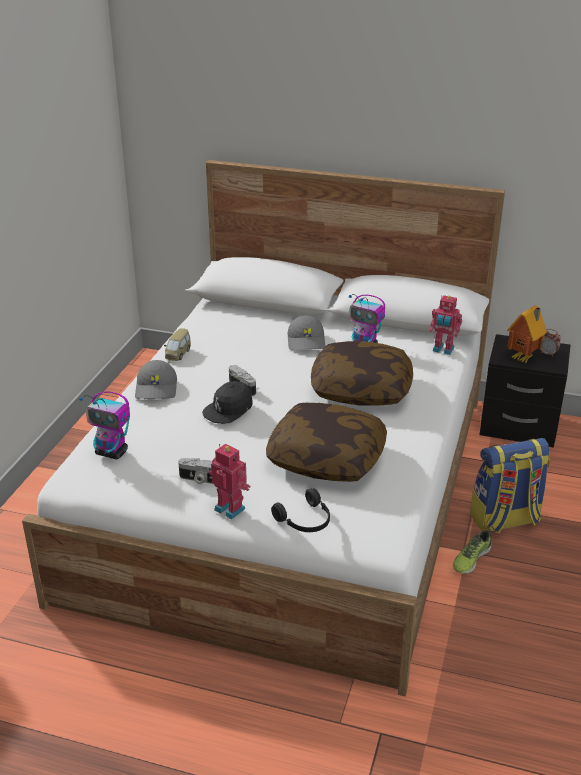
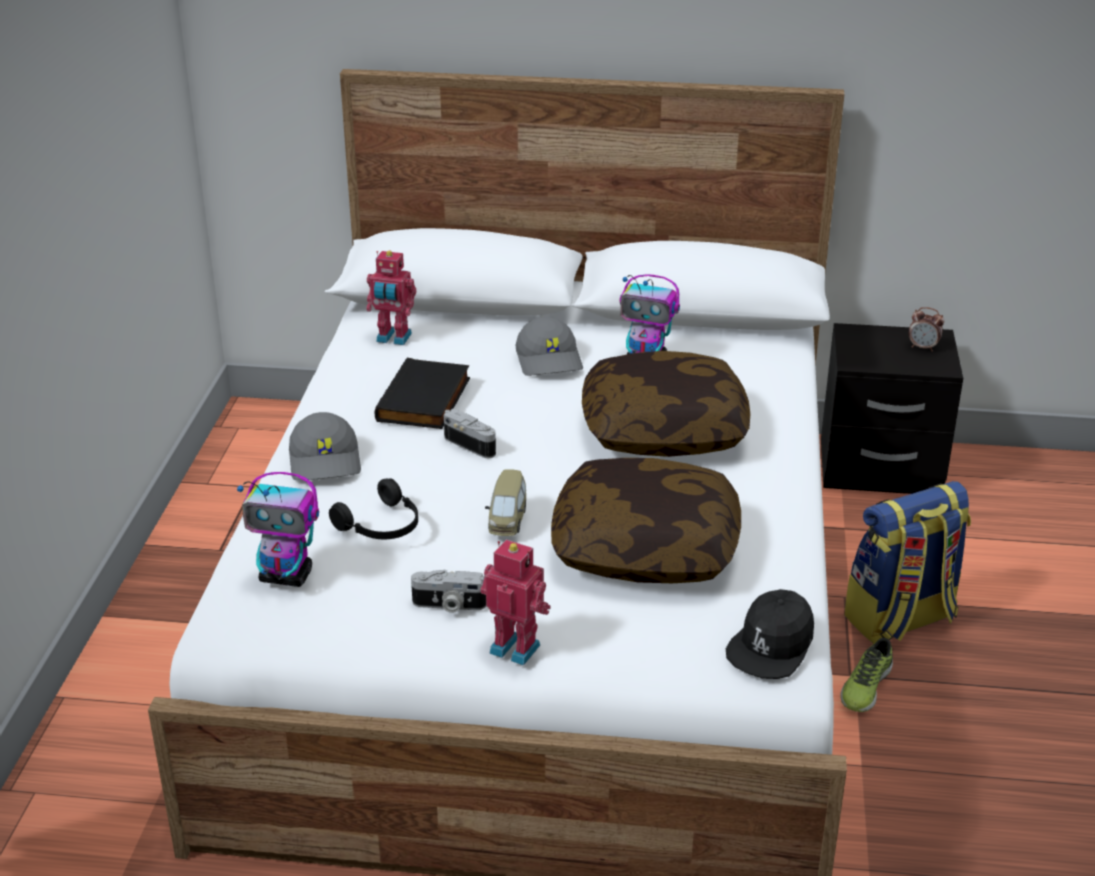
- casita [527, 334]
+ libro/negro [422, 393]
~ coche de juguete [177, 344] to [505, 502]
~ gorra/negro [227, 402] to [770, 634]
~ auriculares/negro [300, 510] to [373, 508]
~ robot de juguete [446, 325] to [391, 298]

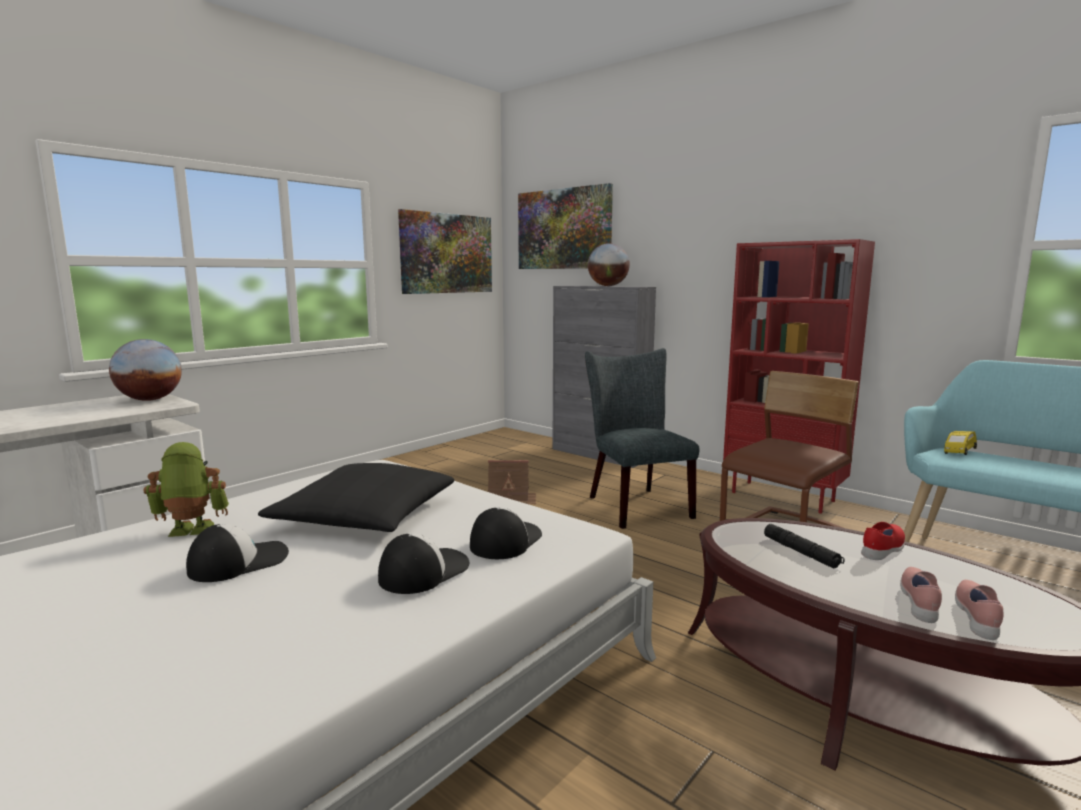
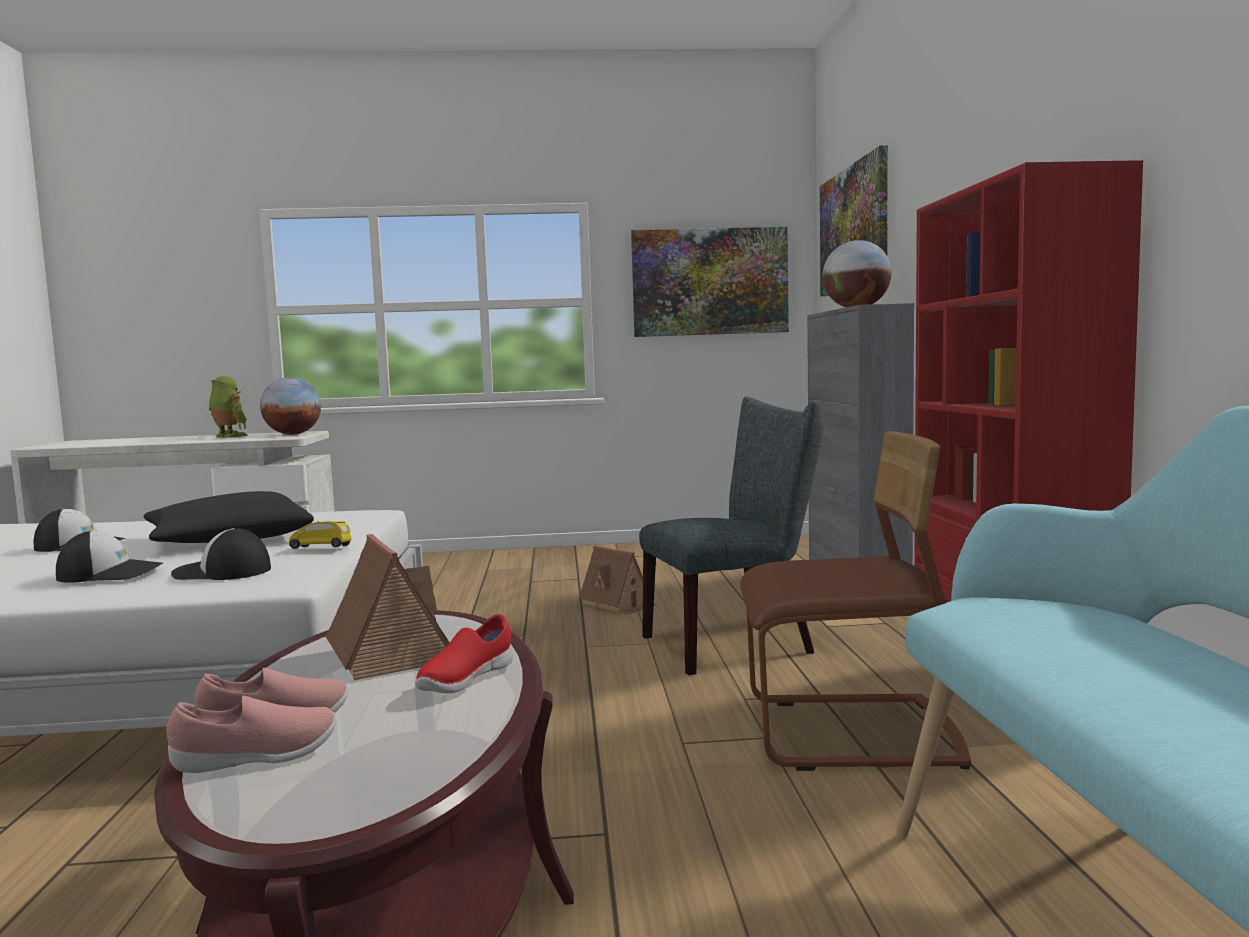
~ robot de juguete [186, 489] to [228, 407]
~ coche de juguete/amarillo [960, 443] to [320, 534]
~ linterna/negro [804, 546] to casita [388, 607]
~ gorra [506, 533] = [221, 554] 150 degrees counterclockwise
~ silla/gris [642, 438] = [731, 535] 45 degrees clockwise
~ zapato/rojo [883, 541] = [464, 653] 120 degrees clockwise

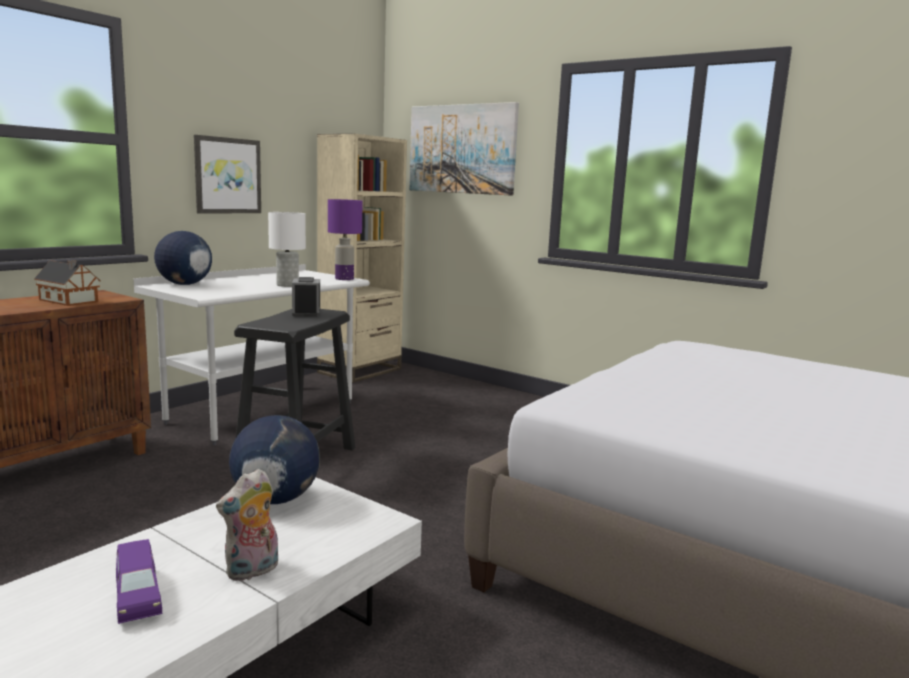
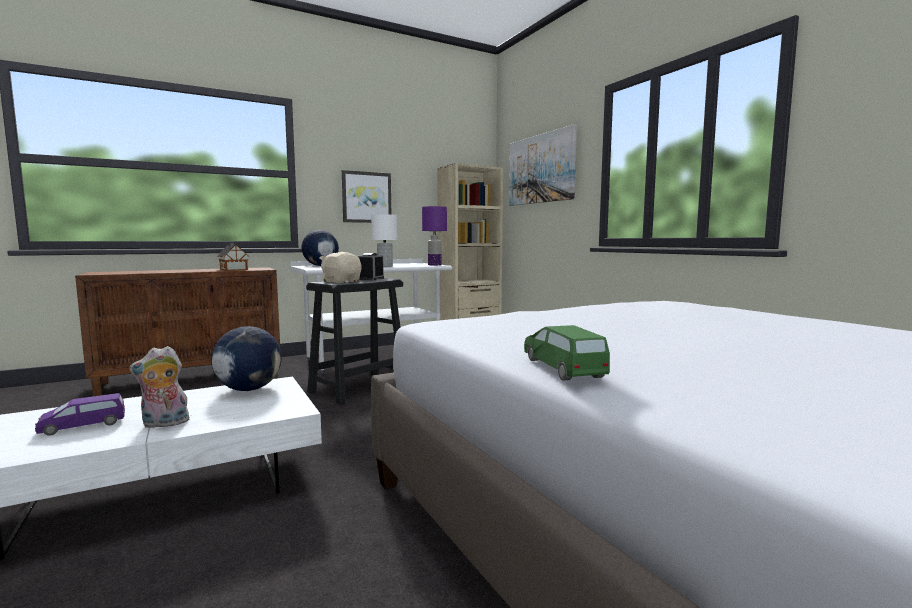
+ peluche/beis [340, 267]
+ coche de juguete/verde [567, 352]
~ coche de juguete/morado [139, 581] = [80, 414] 60 degrees clockwise

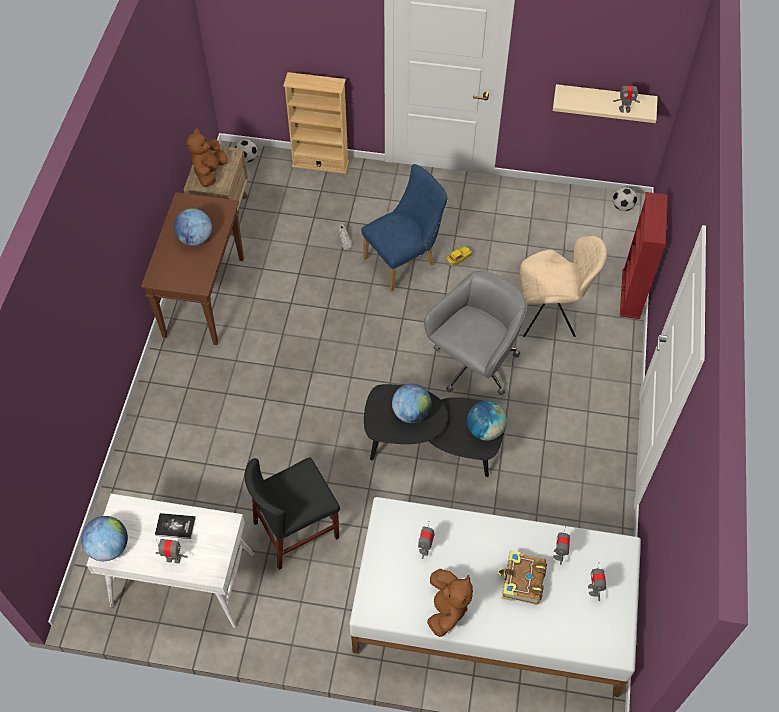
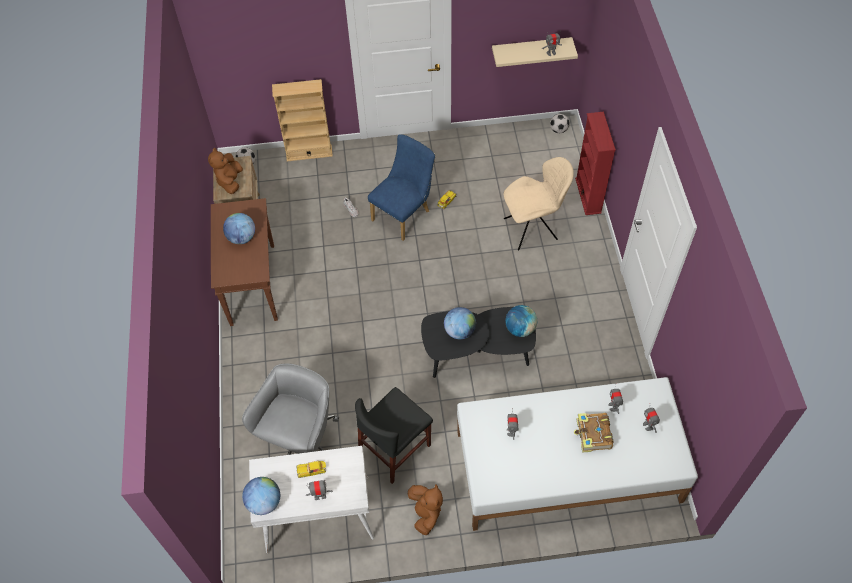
~ silla de oficina/gris [476, 332] to [290, 409]
~ peluche/marrón [450, 603] to [425, 509]
~ libro [175, 526] to coche de juguete [311, 469]

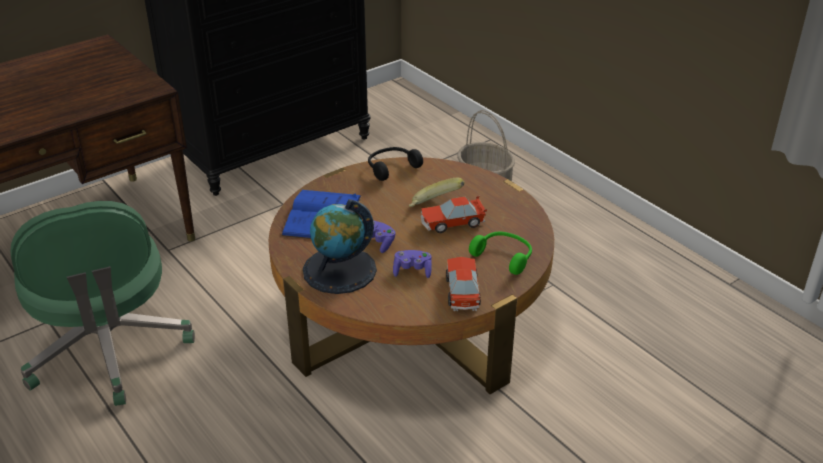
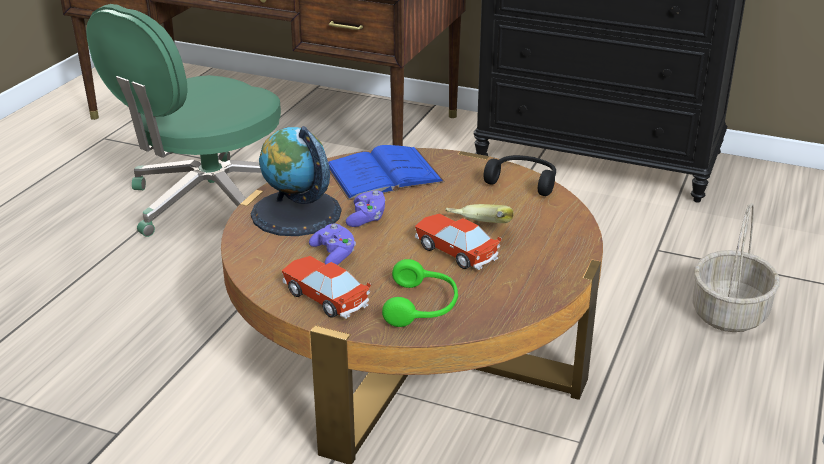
~ coche de juguete [463, 284] = [326, 287] 105 degrees counterclockwise

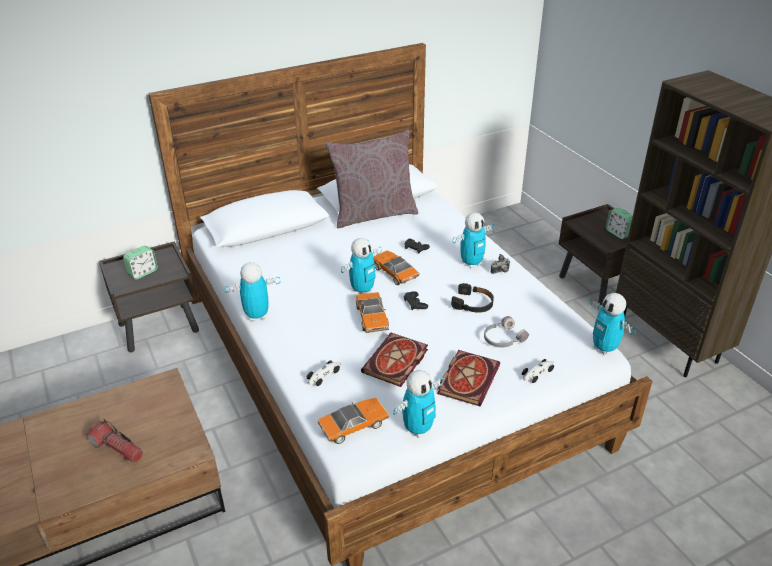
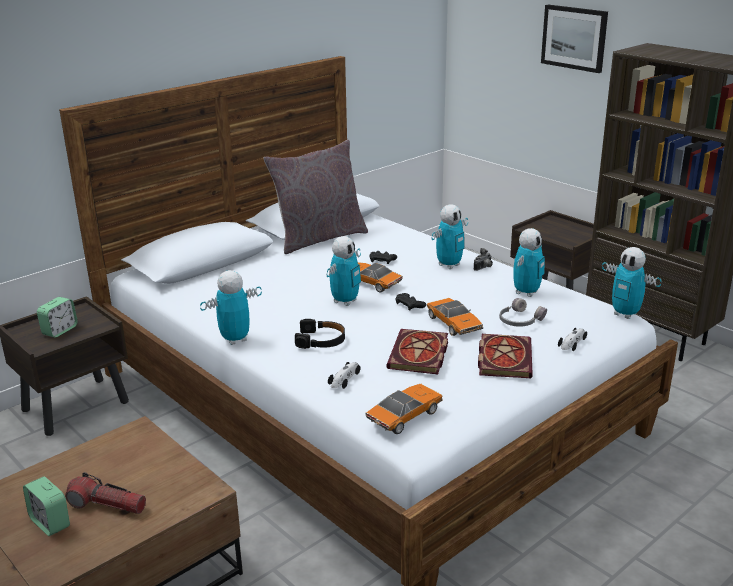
+ cuadro [574, 39]
~ coche de juguete [372, 312] to [455, 317]
~ robot de juguete [418, 404] to [529, 262]
~ auriculares/negro [472, 298] to [320, 334]
~ despertador [619, 223] to [46, 506]

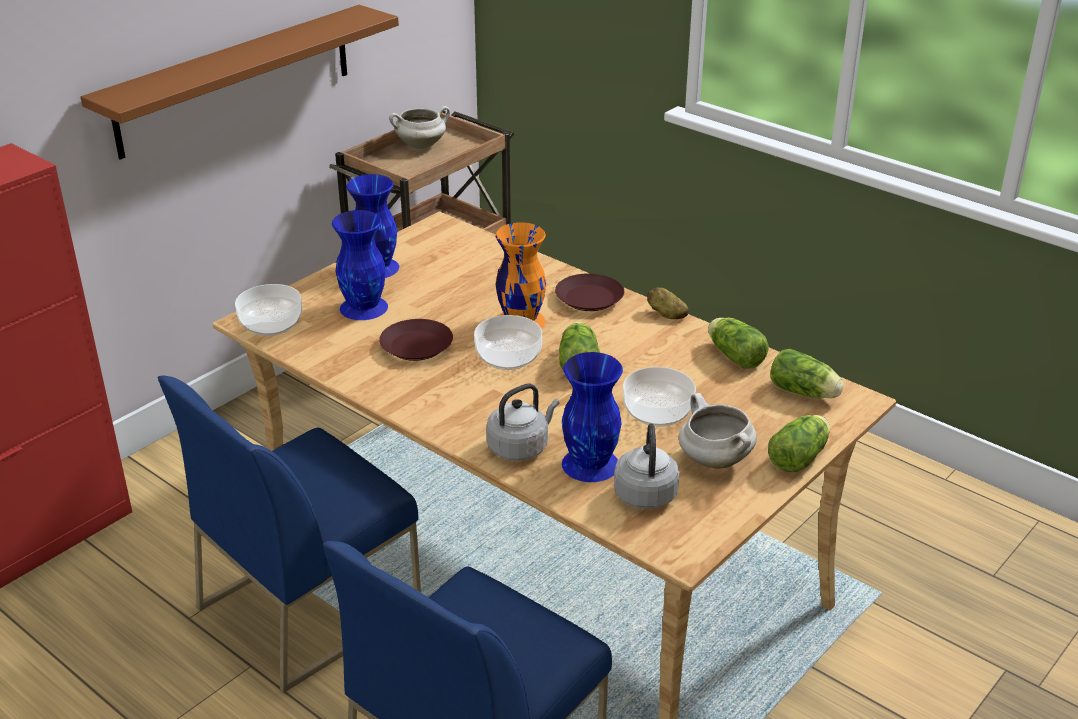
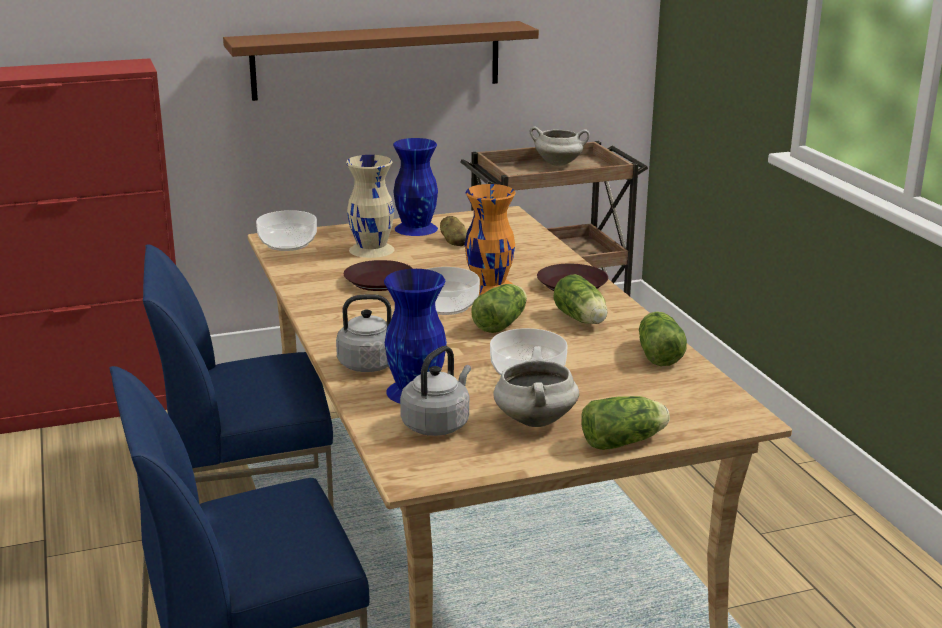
~ patata [668, 303] to [453, 231]
~ lechuga [807, 373] to [580, 299]
~ florero/azul [360, 265] to florero/beis [370, 206]

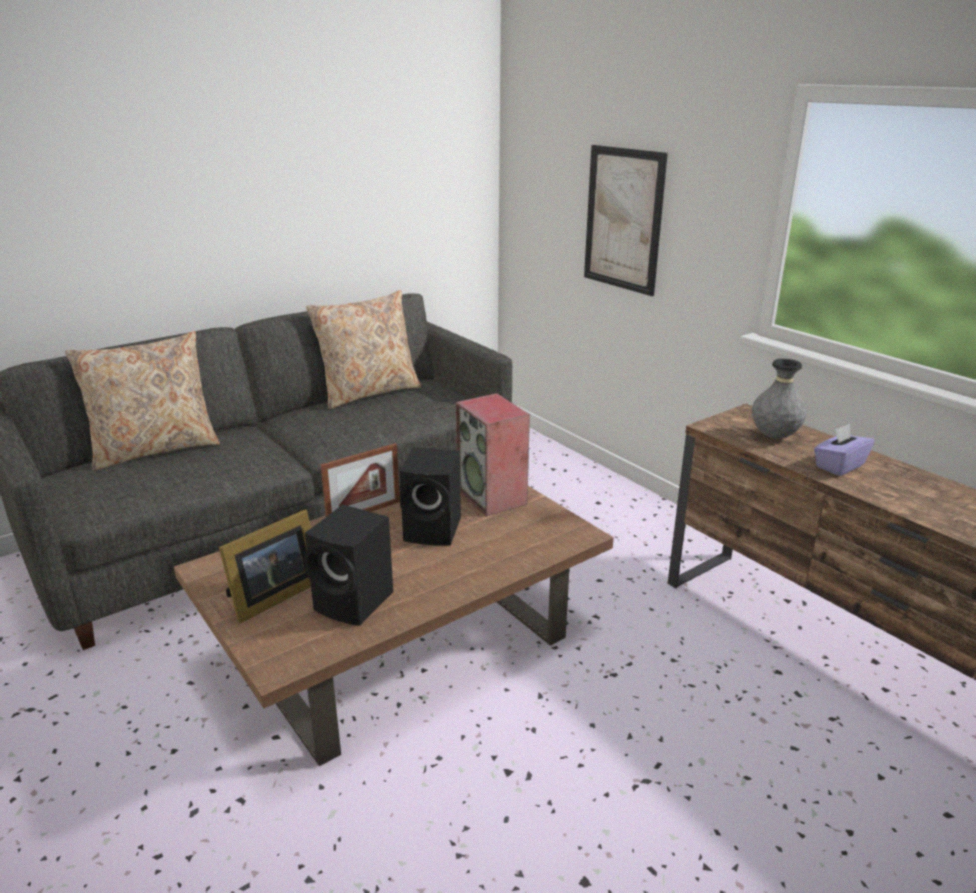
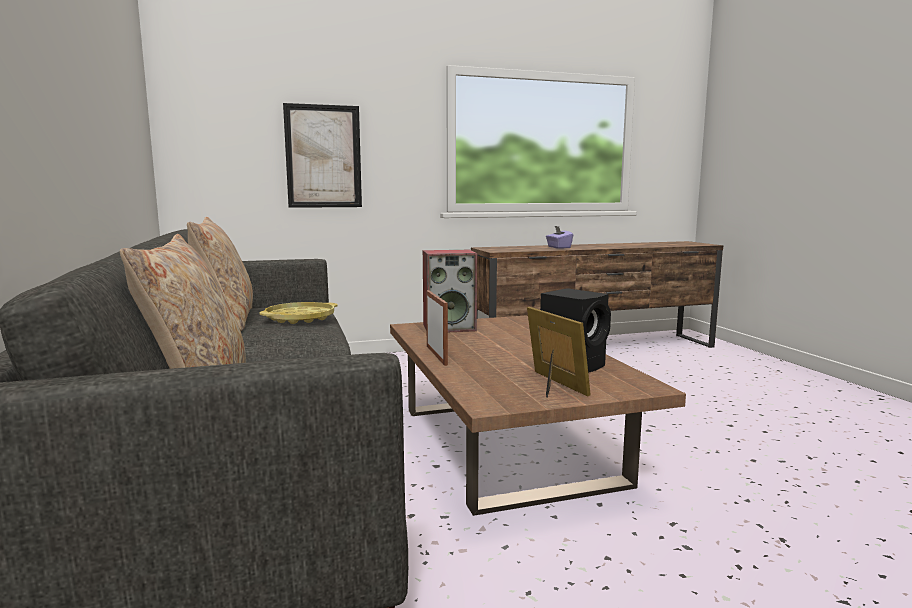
- altavoz/negro [430, 496]
- florero/gris [779, 399]
+ bandeja/amarillo [298, 313]

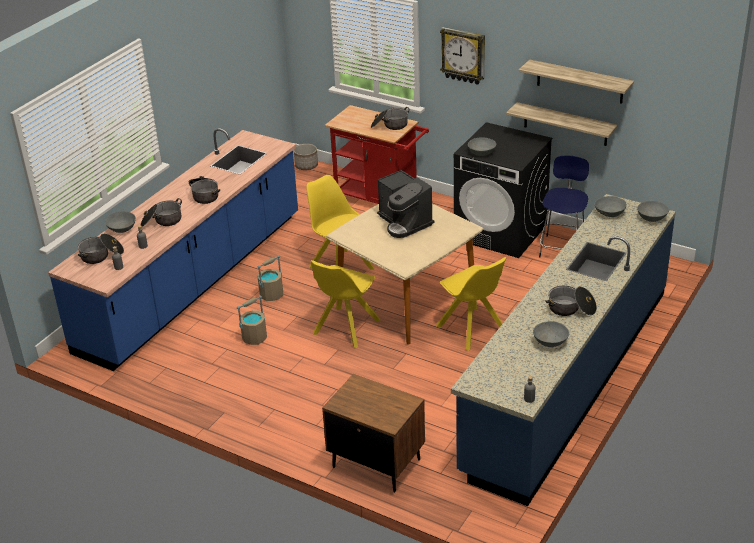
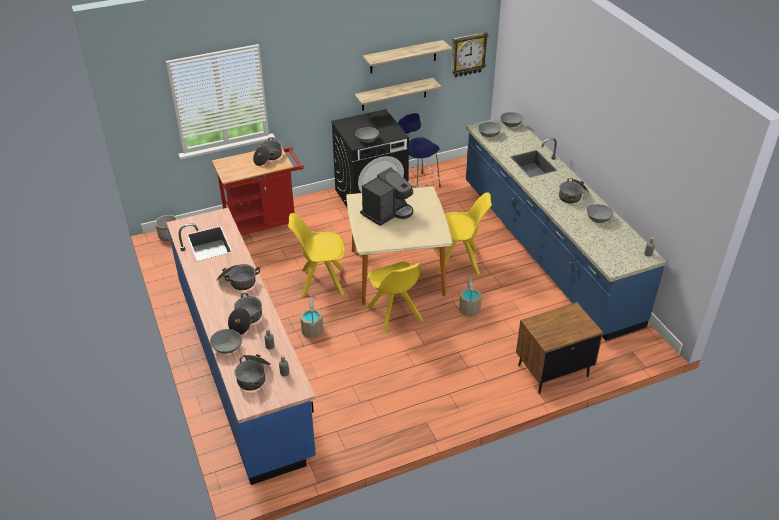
~ cubo/beis [252, 320] to [470, 295]
~ reloj de pared [462, 56] to [469, 55]
~ cafetera [405, 204] = [386, 196] 45 degrees counterclockwise

